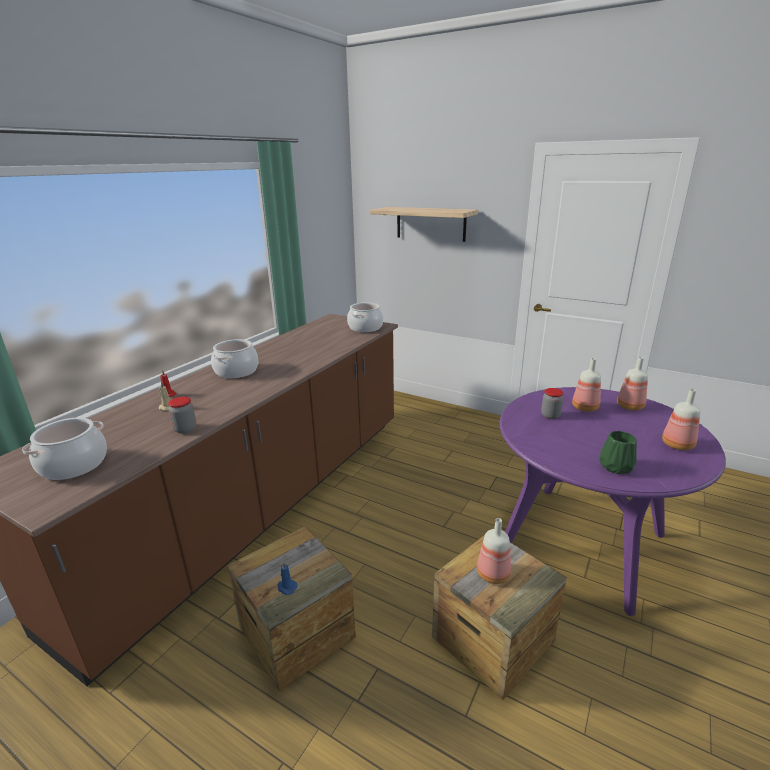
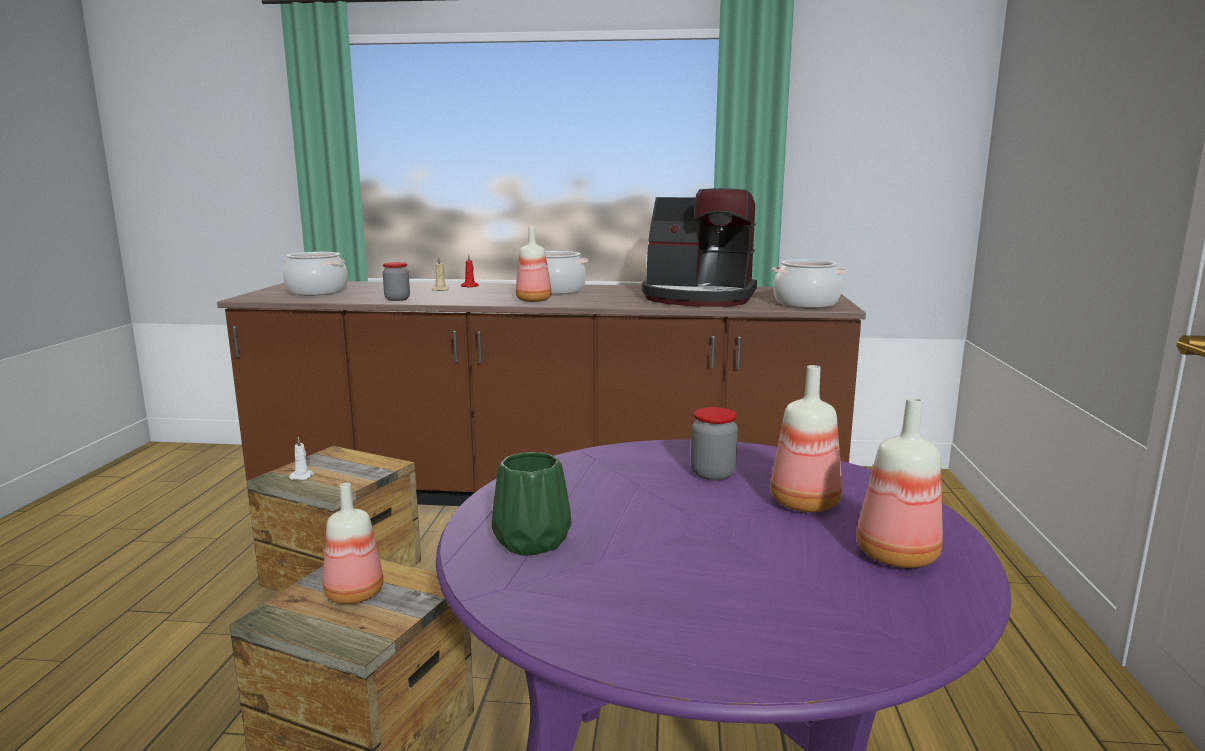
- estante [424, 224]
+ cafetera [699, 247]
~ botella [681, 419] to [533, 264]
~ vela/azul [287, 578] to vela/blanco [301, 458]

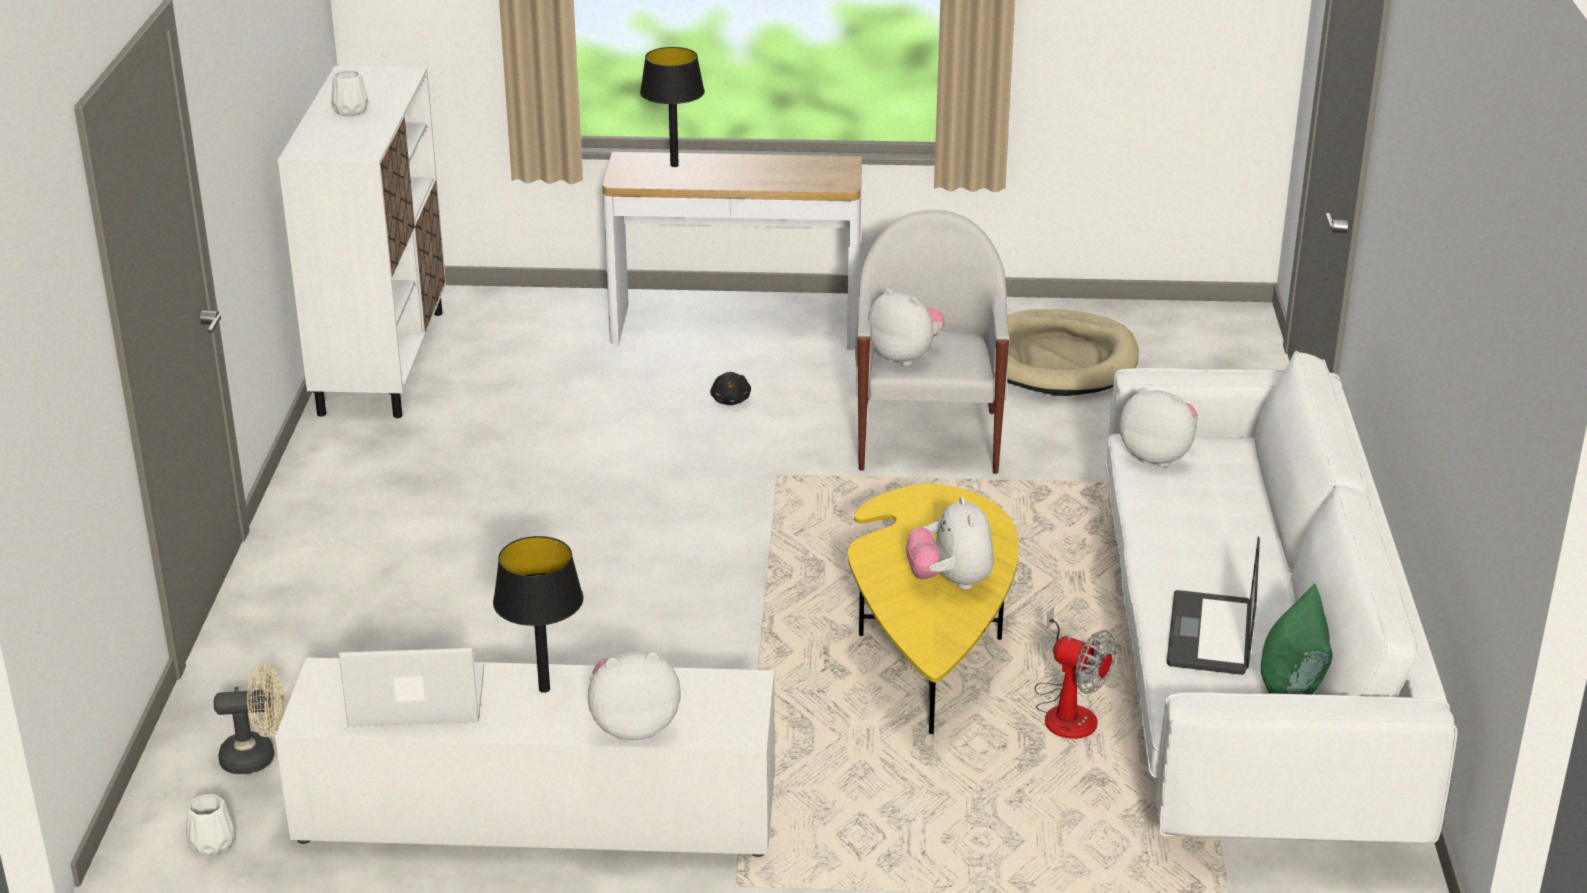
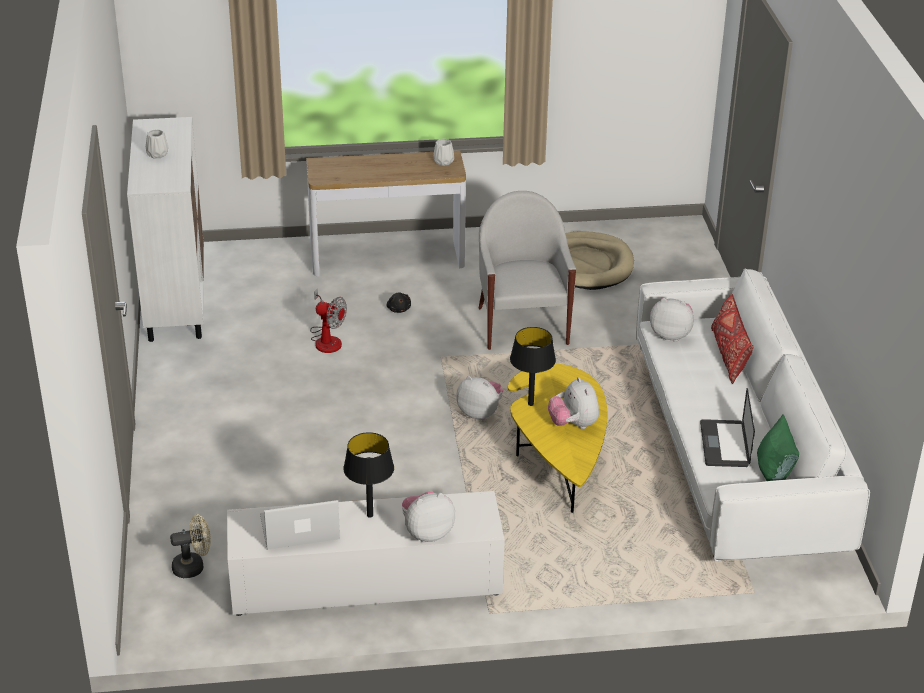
+ cojín/rojo [732, 338]
~ florero/blanco [210, 824] to [443, 152]
~ lámpara de mesa/negro [672, 107] to [533, 366]
~ peluche [906, 327] to [479, 398]
~ ventilador [1075, 673] to [328, 320]

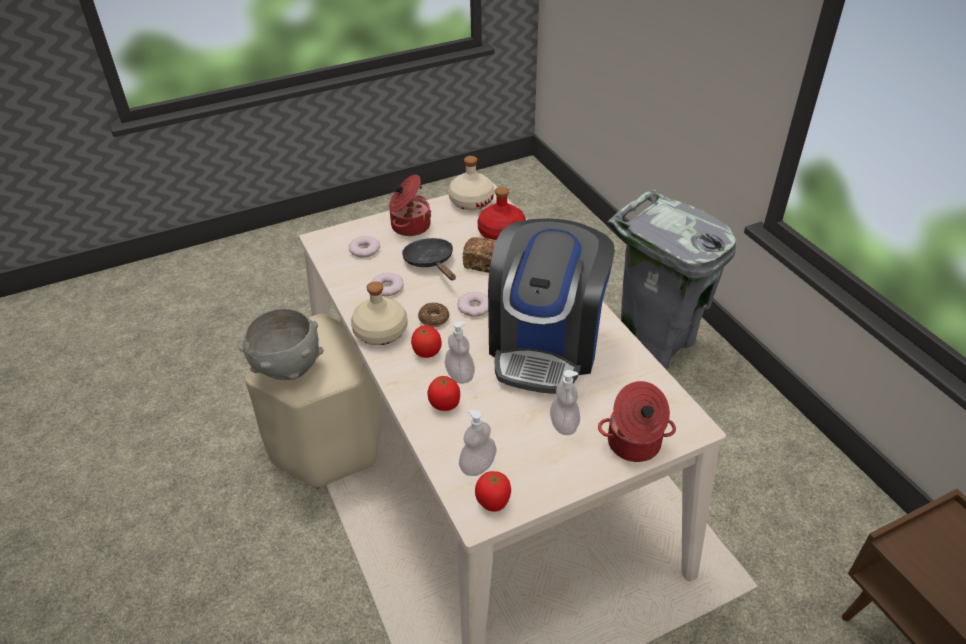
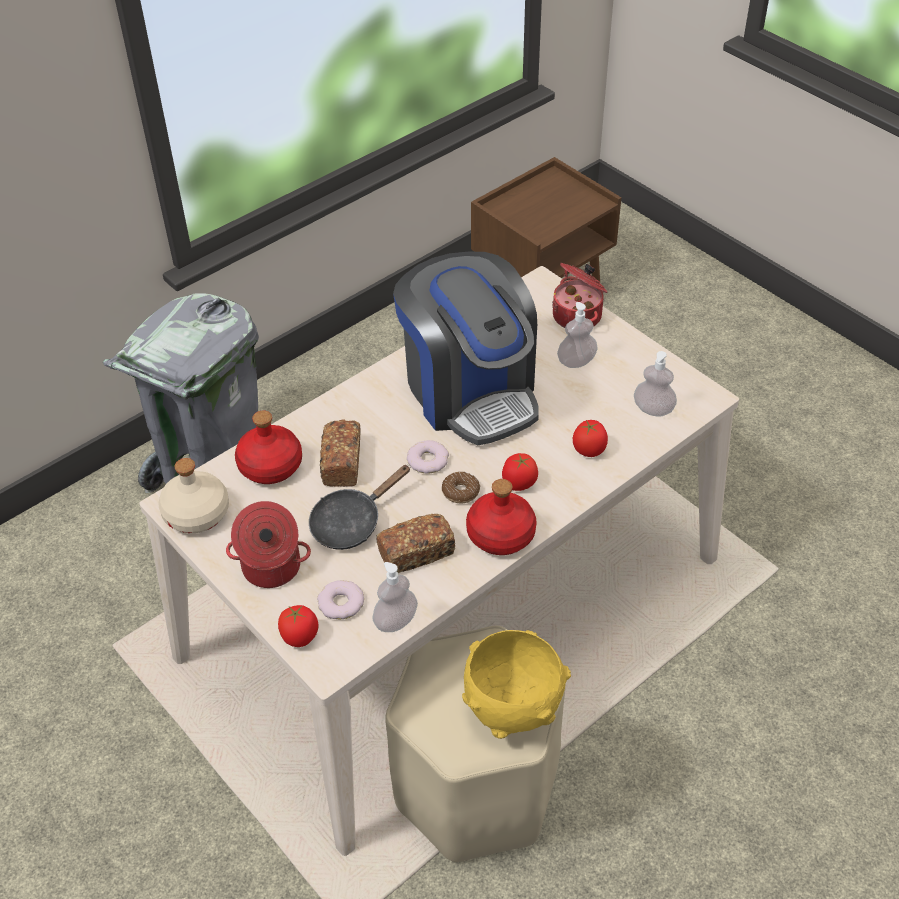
~ dispensador de jabón [460, 352] to [395, 597]
~ tomate [493, 491] to [298, 626]
~ rosquilla [387, 284] to pan [415, 543]
~ cuenco/gris [281, 344] to cuenco/amarillo [516, 684]
~ botella/beis [379, 313] to botella/rojo [501, 517]
~ cafetera [551, 306] = [466, 348] 60 degrees clockwise

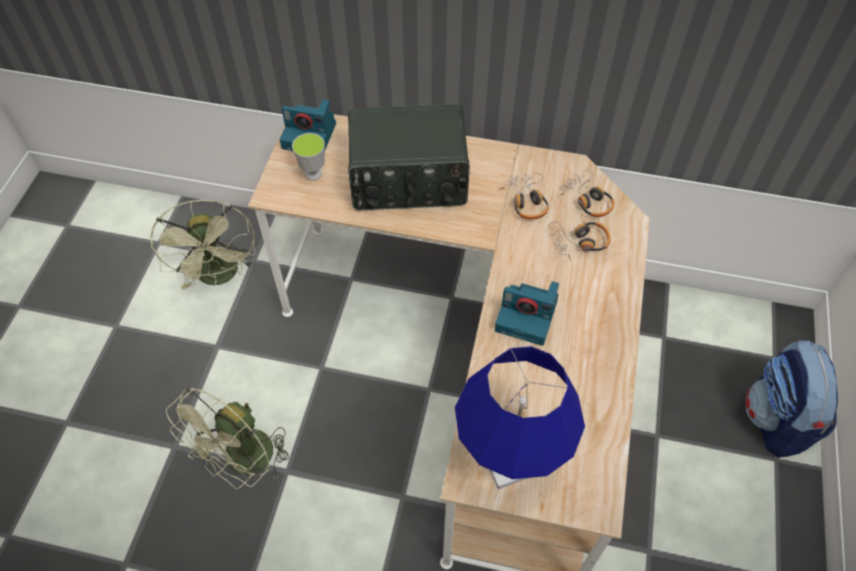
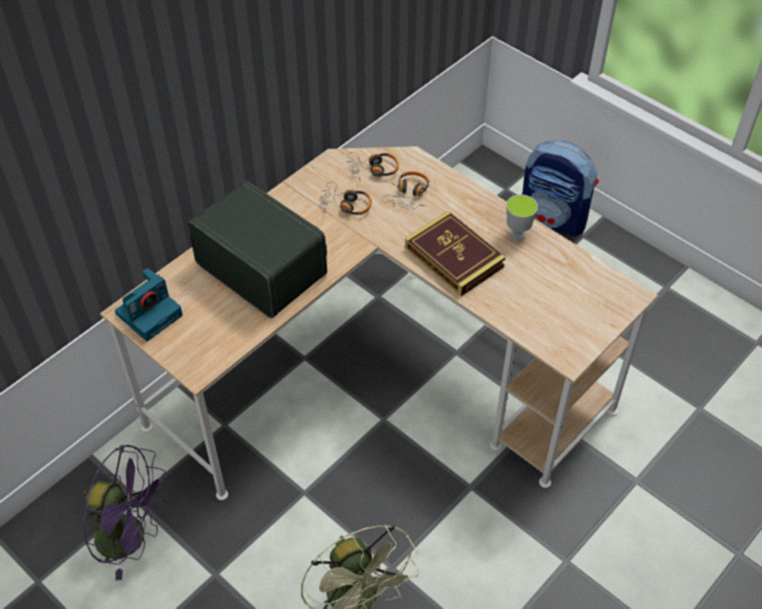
- lámpara de mesa/azul [520, 417]
~ taza [308, 156] to [522, 217]
~ cámara [527, 313] to libro [455, 253]
~ ventilador/verde [202, 245] to ventilador/morado [124, 512]
~ radio [409, 157] = [257, 249] 75 degrees counterclockwise

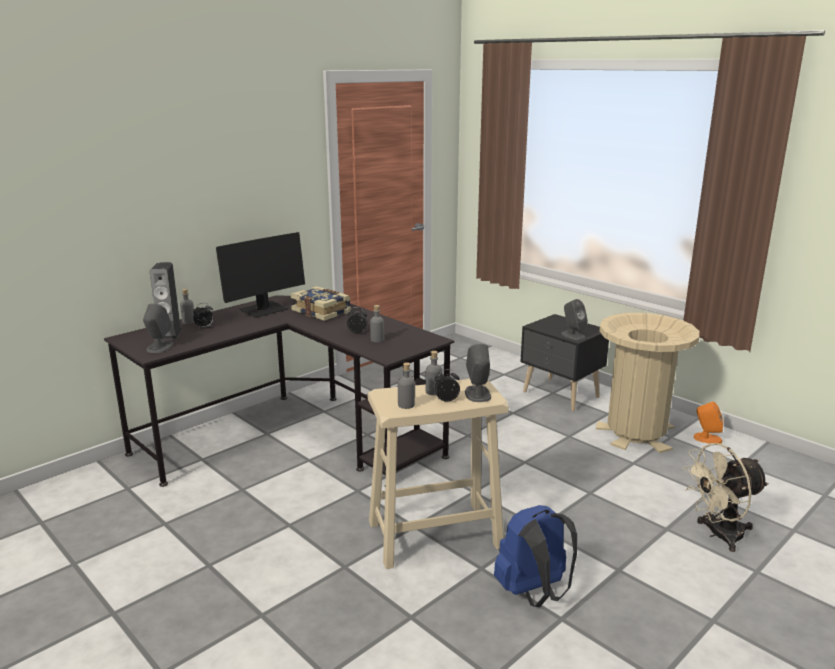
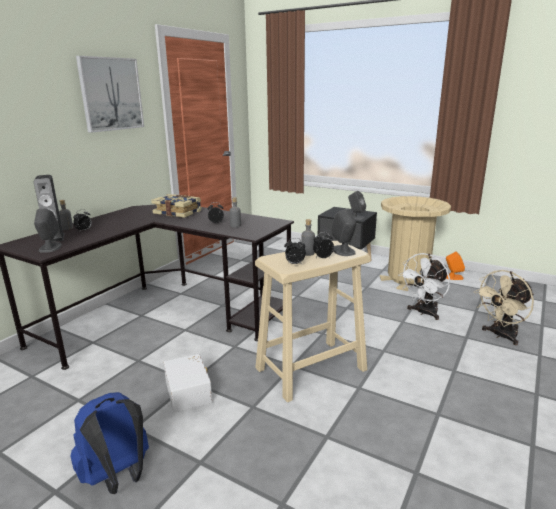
- monitor [260, 275]
+ cuadro [110, 94]
+ caja de almacenaje/blanco [188, 383]
+ ventilador/blanco [424, 286]
~ mochila/azul [535, 556] to [110, 443]
~ botella/gris [406, 385] to despertador [295, 251]

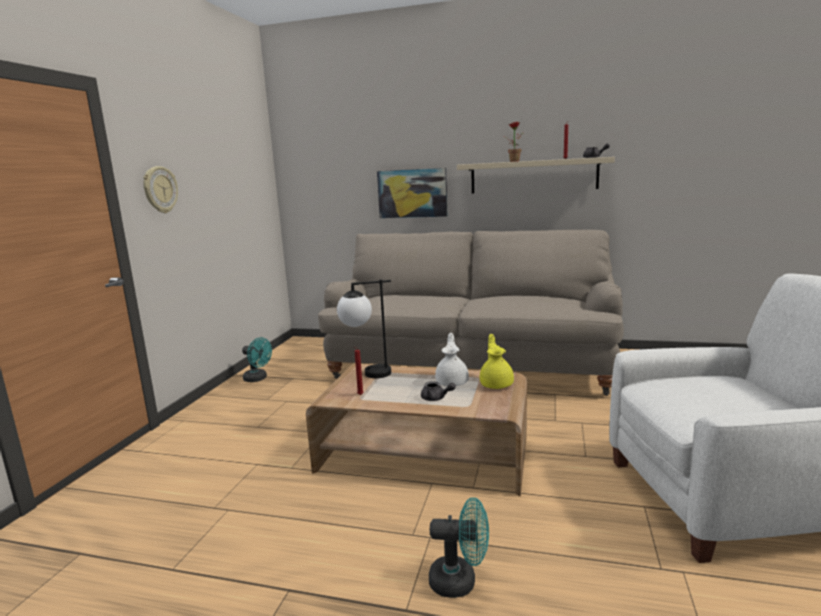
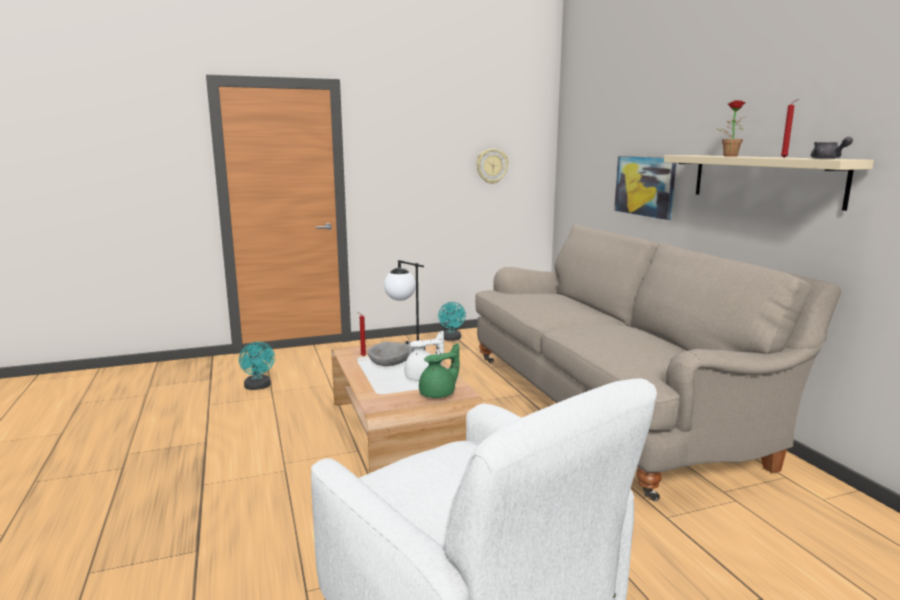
- tetera/gris [438, 391]
+ cuenco/gris [390, 354]
~ reloj de pared [160, 189] to [492, 166]
~ ventilador/turquesa [459, 547] to [257, 366]
~ tetera/amarillo [497, 361] to tetera/verde [439, 370]

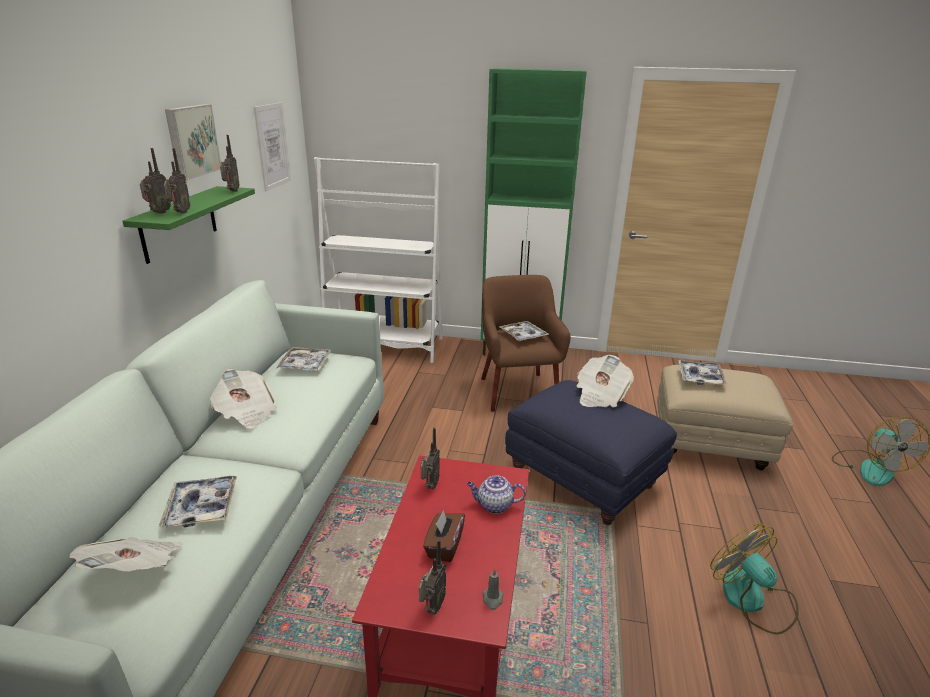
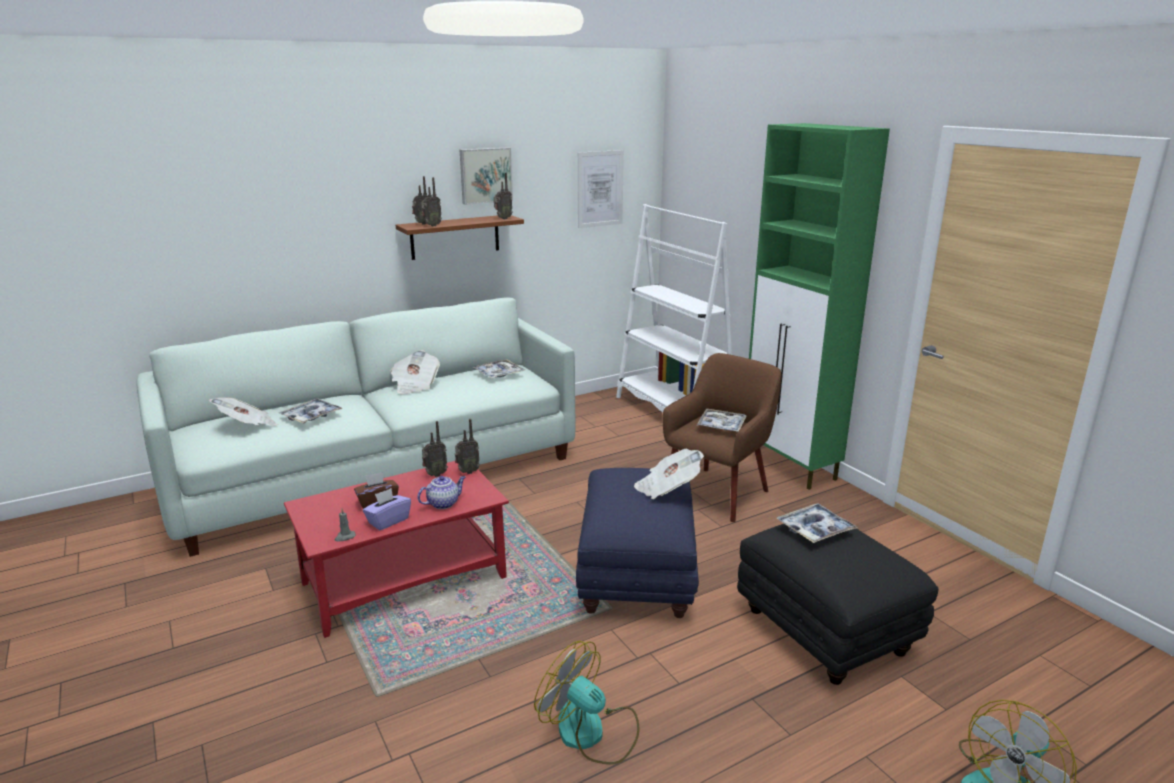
+ caja de pañuelos/morado [387, 509]
~ radio [432, 577] to [467, 446]
~ estante/verde [188, 225] to estante/marrón [460, 237]
~ puf/beis [725, 417] to puf/negro [838, 604]
~ tetera [496, 494] = [441, 492] 90 degrees clockwise
~ ventilador [754, 579] = [587, 702] 75 degrees counterclockwise

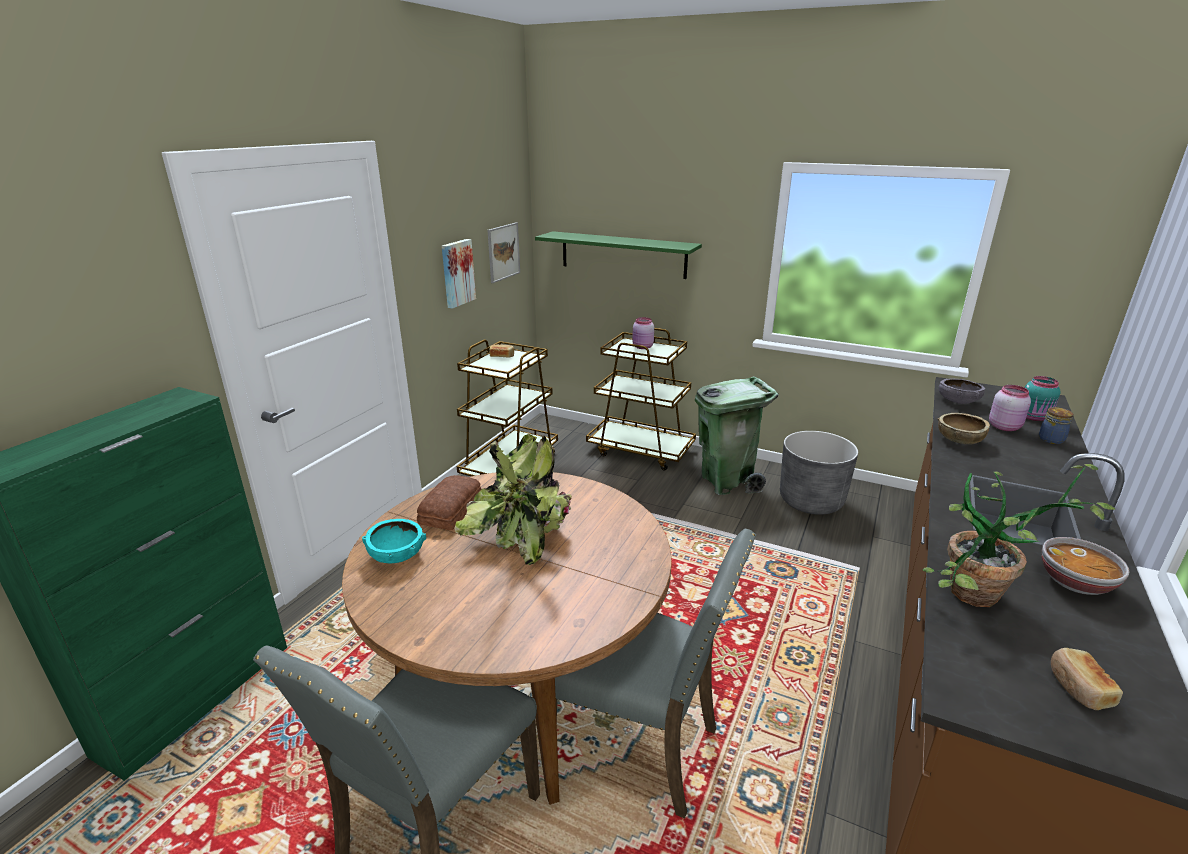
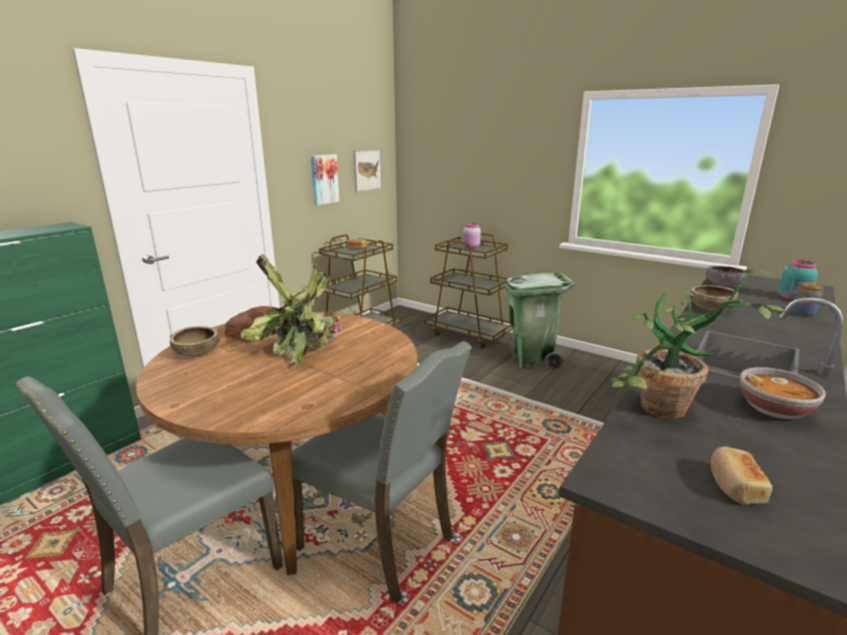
- estante/verde [618, 255]
- maceta/gris [819, 473]
- tarro/rosa [1010, 408]
~ cuenco/turquesa [394, 541] to cuenco/marrón [195, 341]

